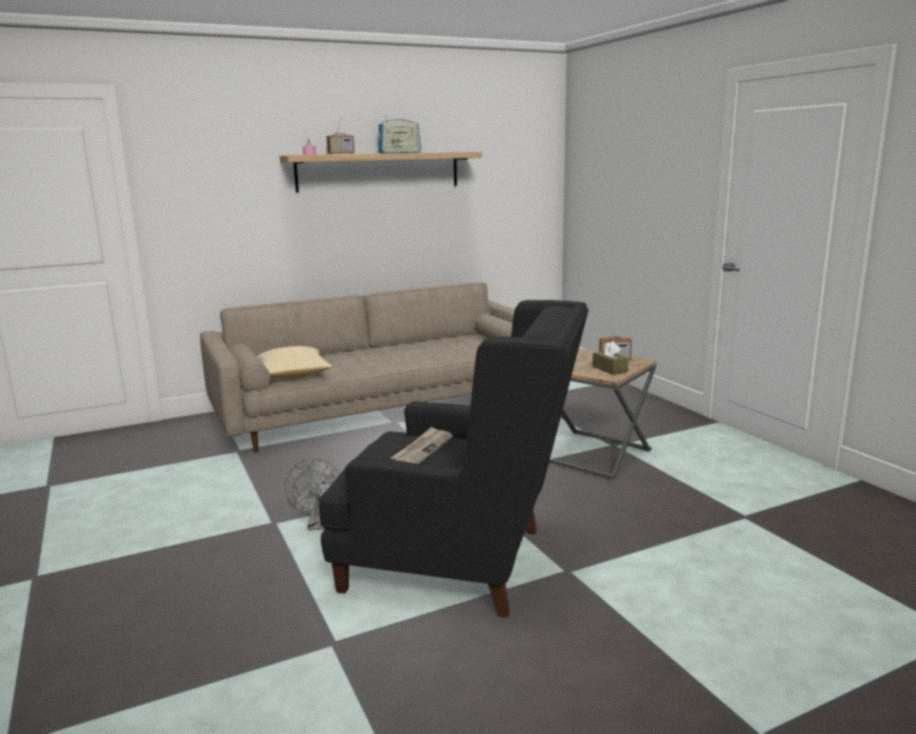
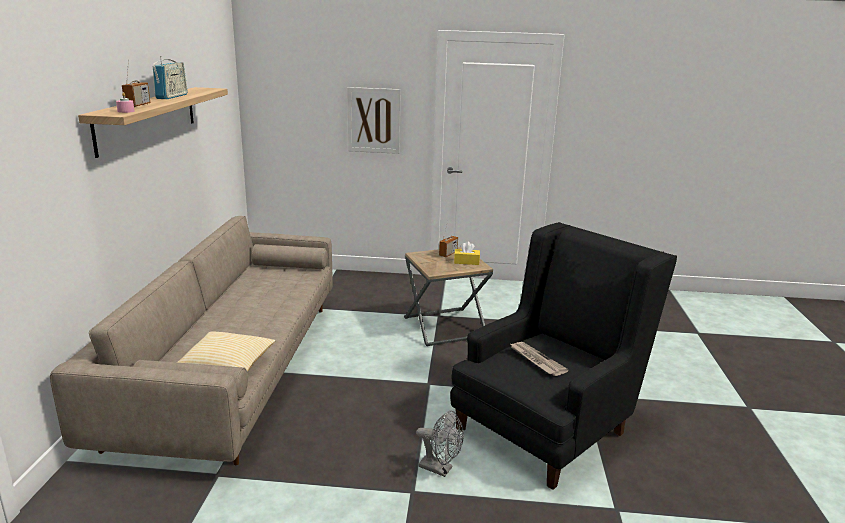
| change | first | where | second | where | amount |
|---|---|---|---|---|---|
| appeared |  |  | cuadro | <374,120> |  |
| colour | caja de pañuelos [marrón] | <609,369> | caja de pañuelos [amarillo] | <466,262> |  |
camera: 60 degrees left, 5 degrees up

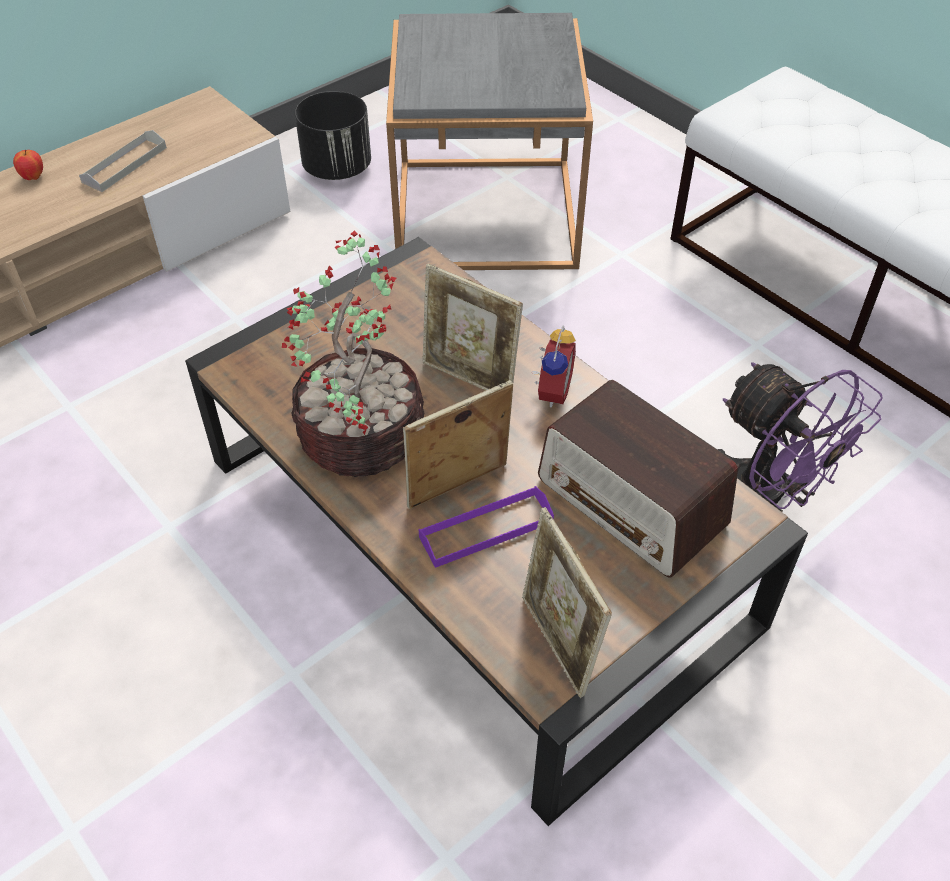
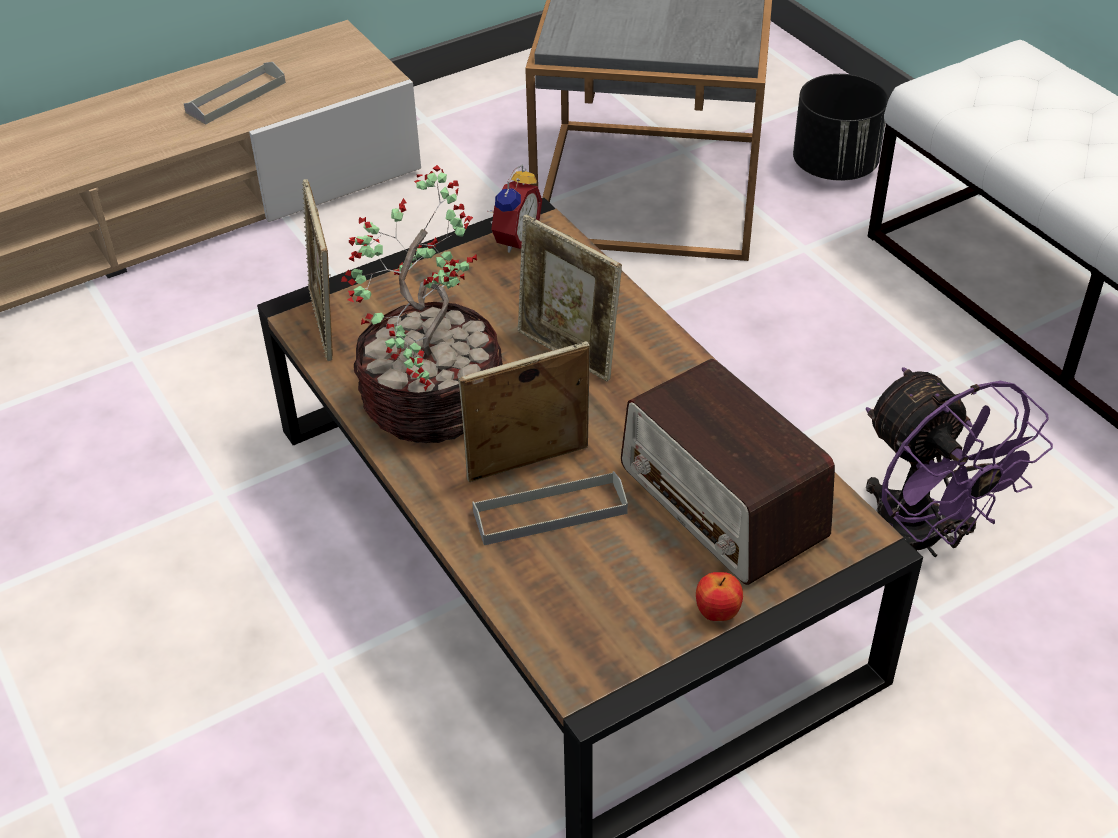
| change | first | where | second | where | amount |
|---|---|---|---|---|---|
| relocated | manzana | <33,177> |  | <717,613> |  |
| relocated | maceta [negro] | <337,168> |  | <834,166> |  |
| relocated | portarretratos | <558,644> |  | <326,324> |  |
| relocated | despertador | <550,392> |  | <513,239> |  |
| colour | bandeja [morado] | <486,529> | bandeja [gris] | <550,512> |  |
camera: 10 degrees right, 5 degrees down

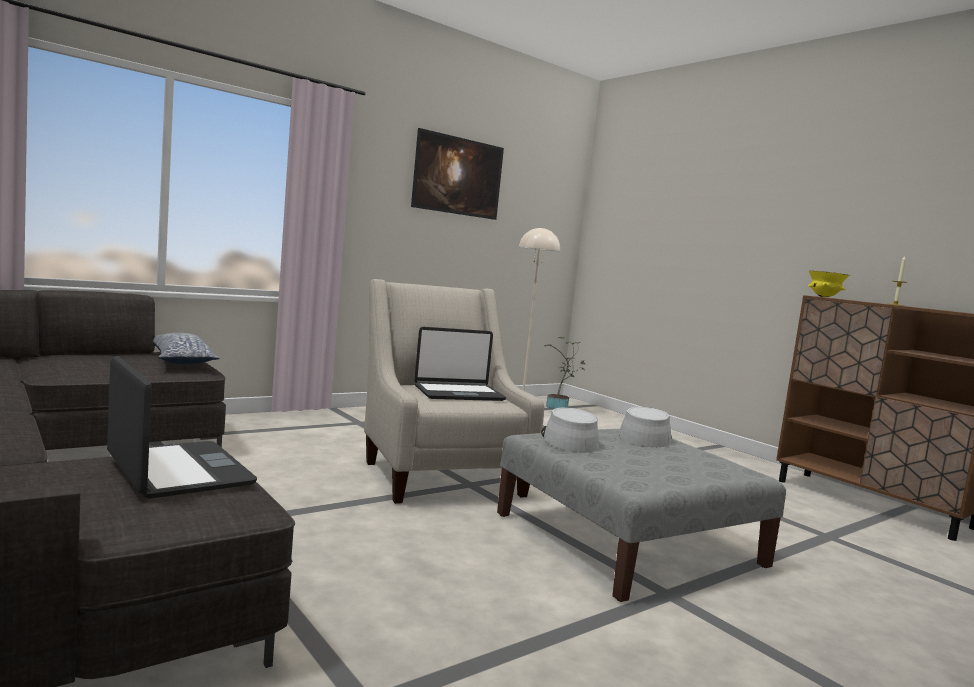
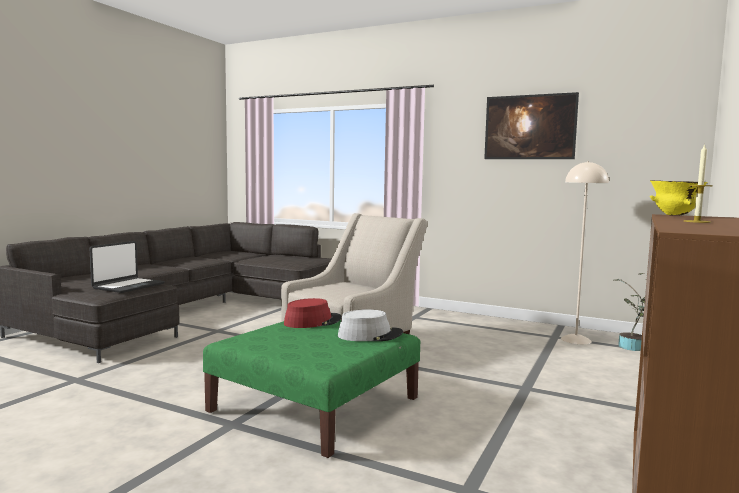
| change | first | where | second | where | amount |
|---|---|---|---|---|---|
| missing | cojín | <180,360> |  |  |  |
| missing | portátil | <458,393> |  |  |  |
| colour | puf [gris] | <629,540> | puf [verde] | <315,405> |  |
| colour | sombrero [gris] | <568,440> | sombrero [rojo] | <312,321> |  |
camera: 65 degrees right, 0 degrees up

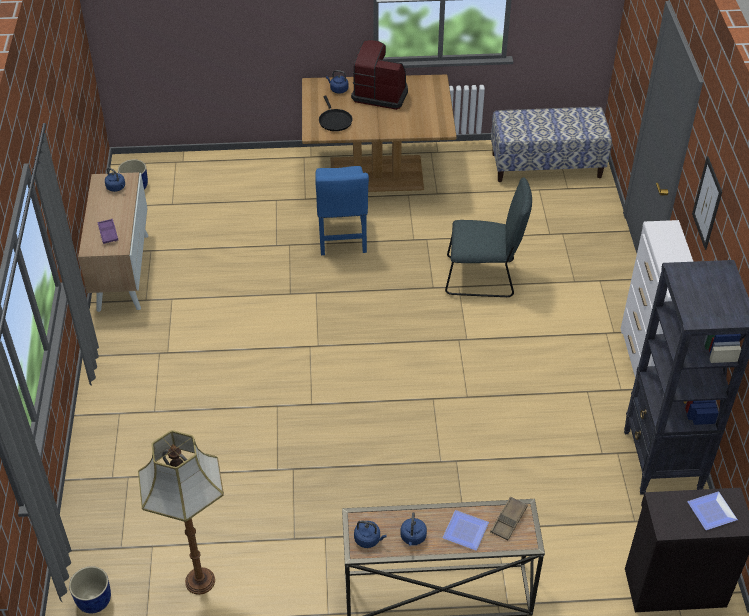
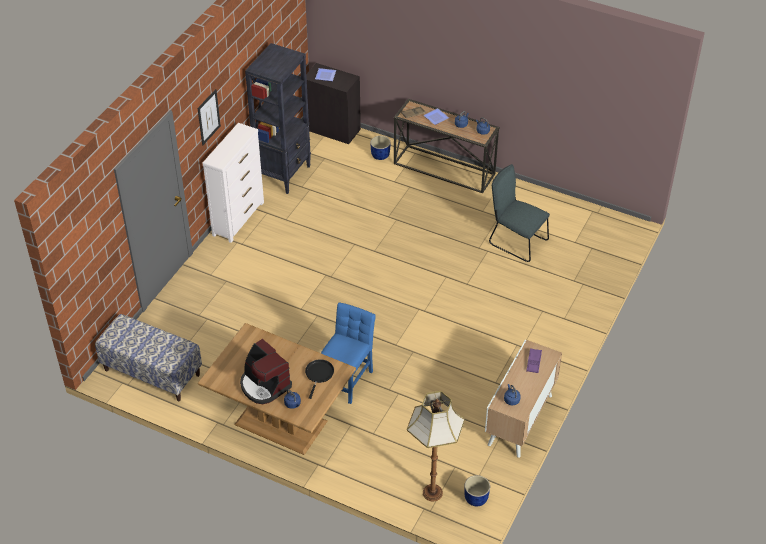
| change | first | where | second | where | amount |
|---|---|---|---|---|---|
| relocated | maceta [azul] | <94,600> |  | <380,155> |  |
| relocated | lámpara de pie | <200,580> |  | <432,493> |  |
| relocated | silla [gris] | <483,278> |  | <515,241> |  |
camera: 150 degrees left, 0 degrees up

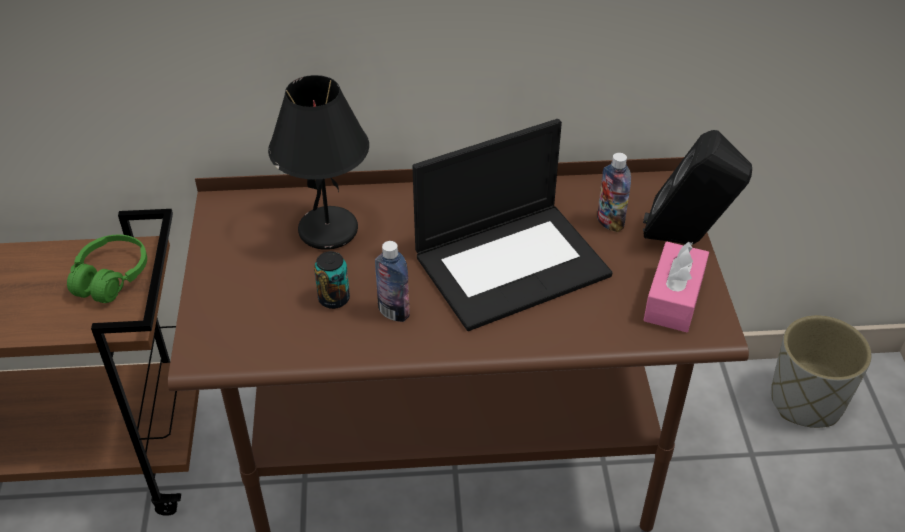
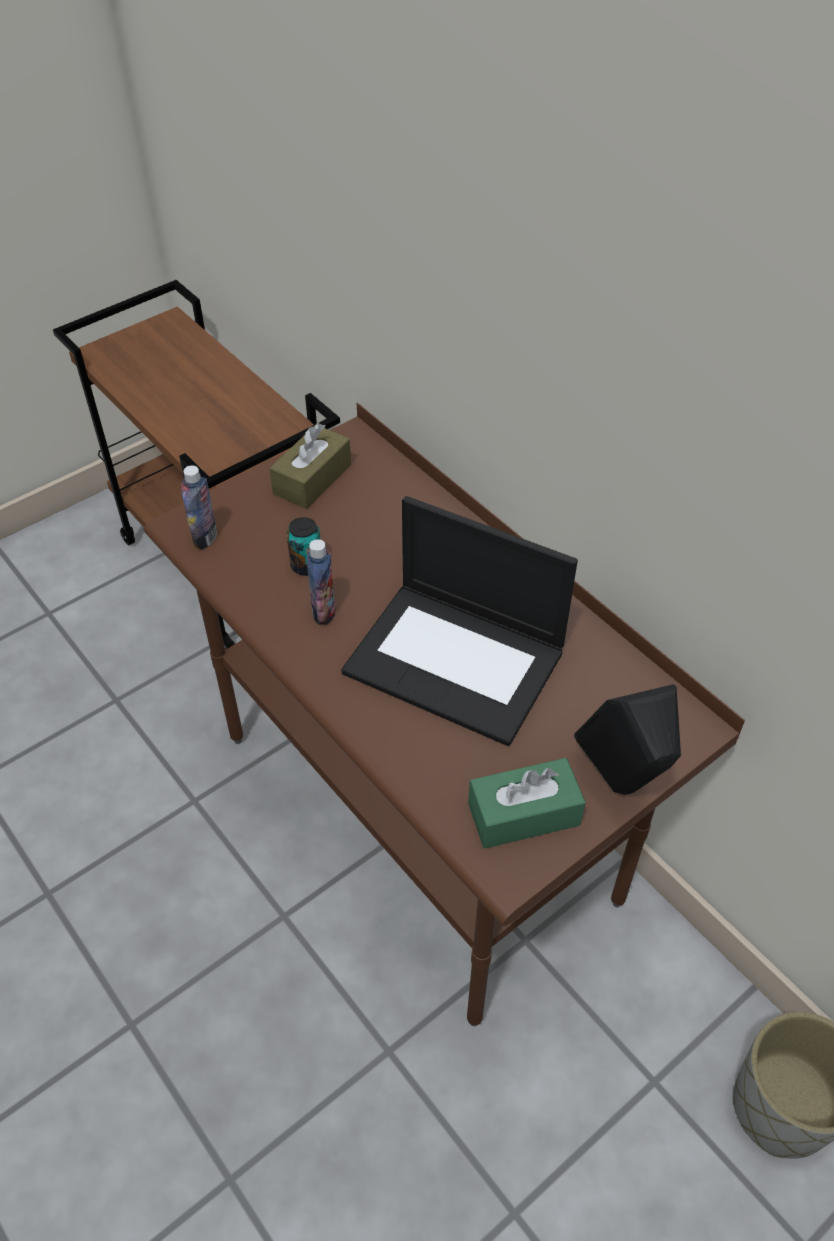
| change | first | where | second | where | amount |
|---|---|---|---|---|---|
| missing | auriculares [verde] | <111,277> |  |  |  |
| missing | lámpara de mesa [negro] | <328,230> |  |  |  |
| appeared |  |  | caja de pañuelos [marrón] | <312,479> |  |
| relocated | botella | <610,222> |  | <205,538> |  |
| colour | caja de pañuelos [rosa] | <673,298> | caja de pañuelos [verde] | <523,814> |  |
camera: 55 degrees right, 5 degrees up

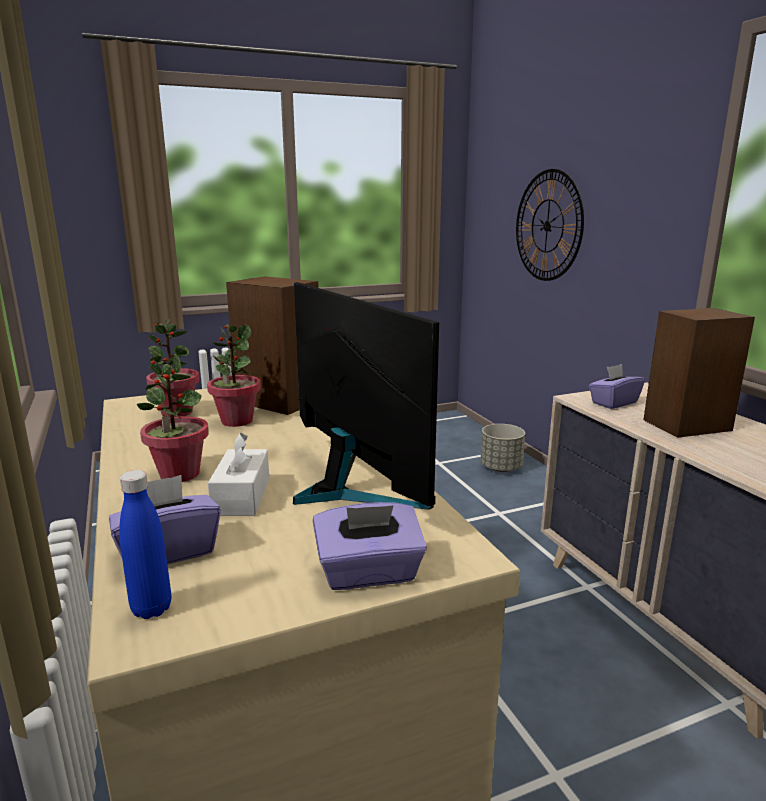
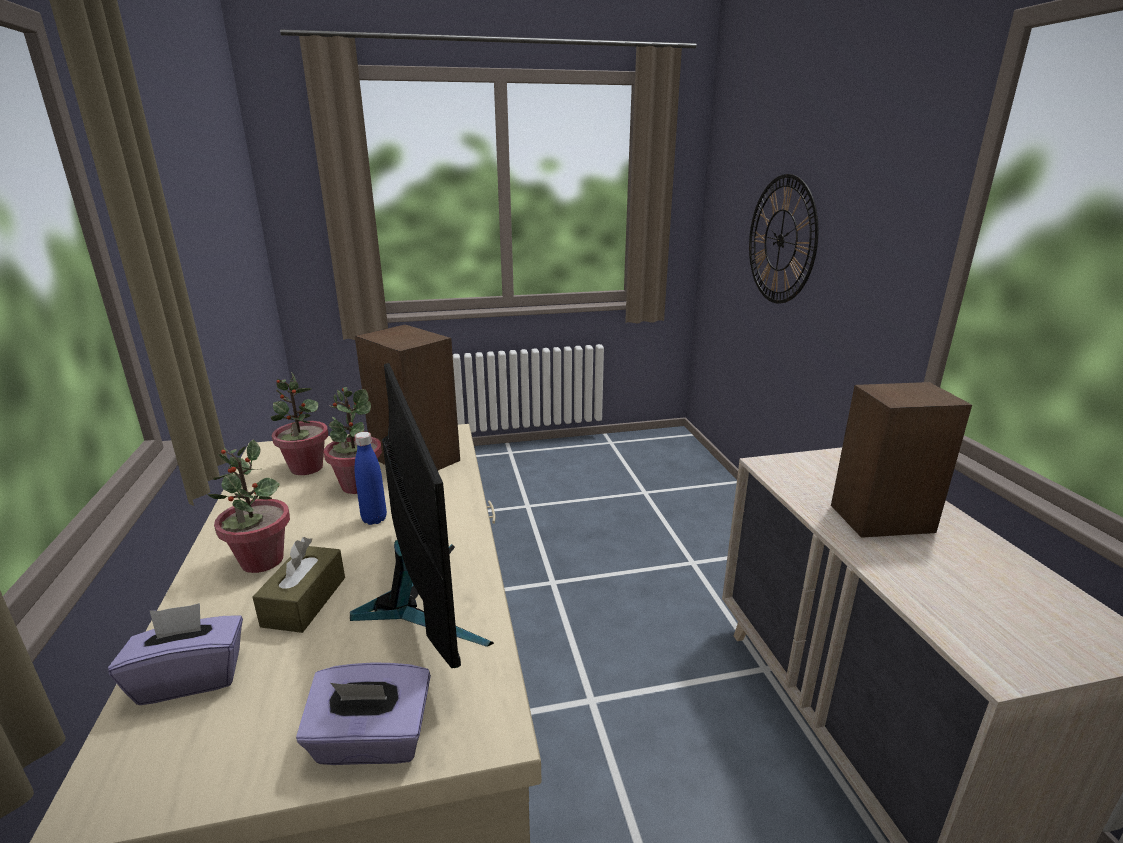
| change | first | where | second | where | amount |
|---|---|---|---|---|---|
| missing | maceta [gris] | <501,468> |  |  |  |
| missing | caja de pañuelos [morado] | <613,403> |  |  |  |
| relocated | botella [azul] | <151,609> |  | <374,519> |  |
| colour | caja de pañuelos [blanco] | <241,496> | caja de pañuelos [marrón] | <304,601> |  |
camera: 10 degrees right, 5 degrees up

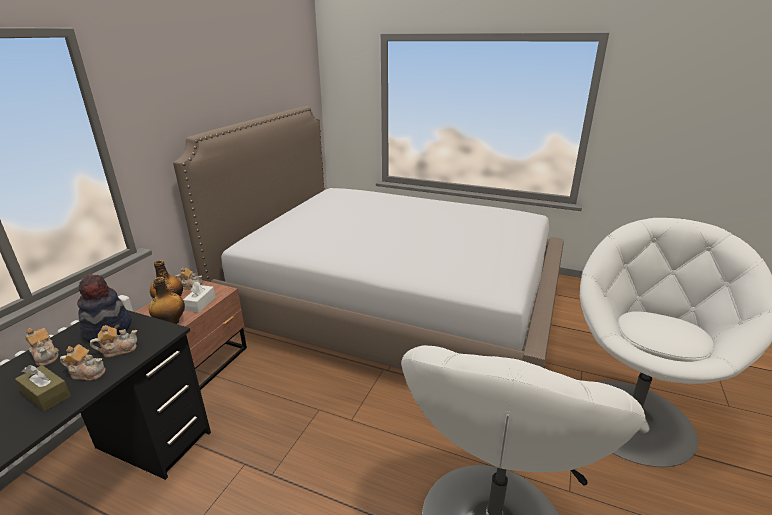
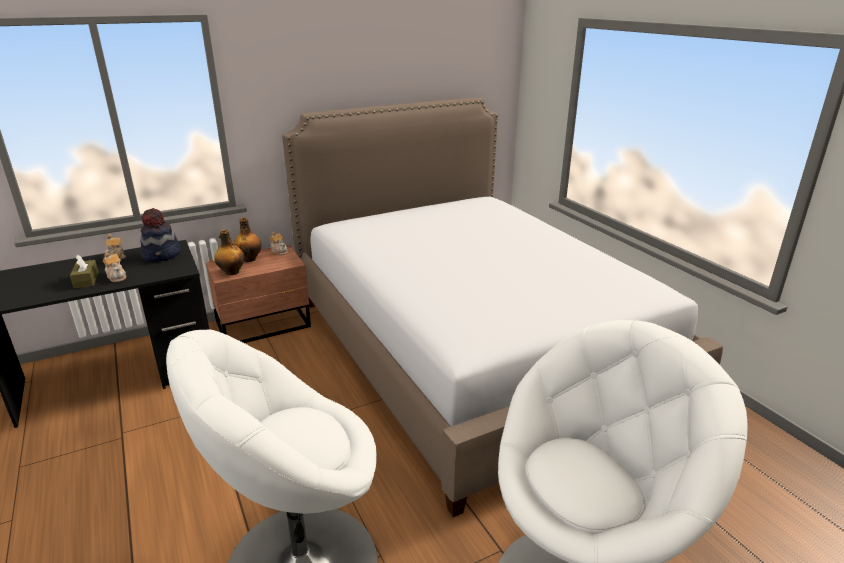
| change | first | where | second | where | amount |
|---|---|---|---|---|---|
| missing | tetera | <118,350> |  |  |  |
| missing | caja de pañuelos [blanco] | <200,303> |  |  |  |
camera: 40 degrees right, 0 degrees up

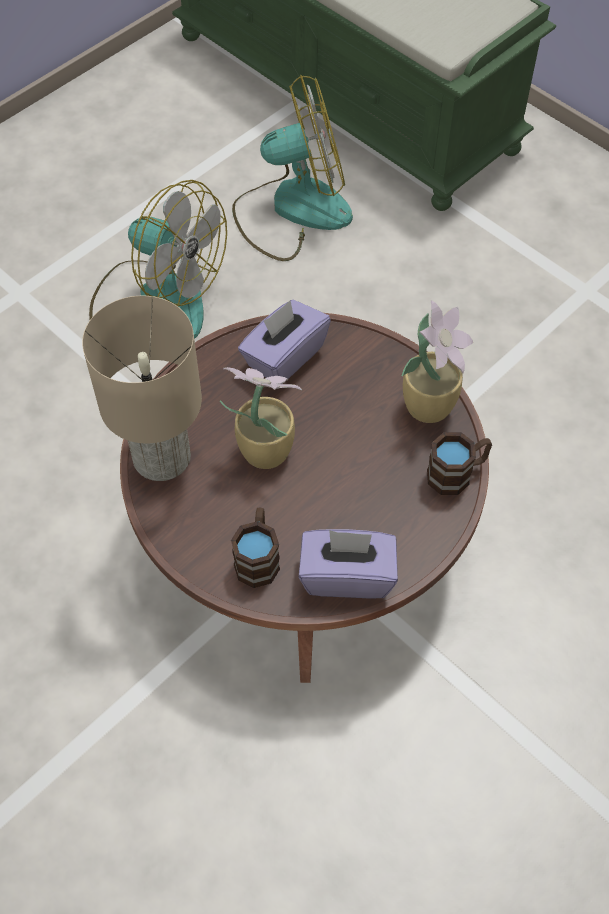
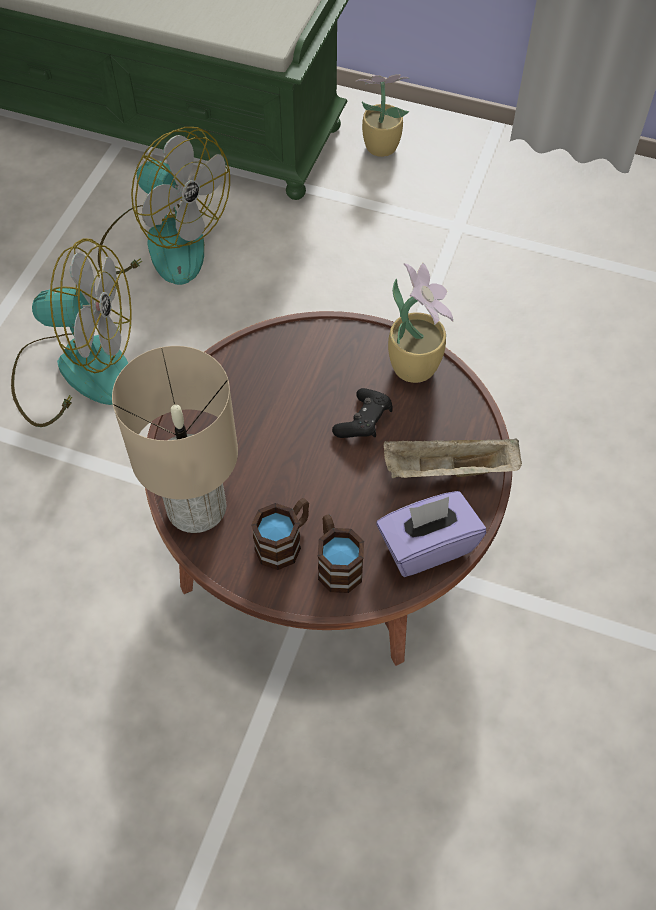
| change | first | where | second | where | amount |
|---|---|---|---|---|---|
| missing | caja de pañuelos [morado] | <284,356> |  |  |  |
| appeared |  |  | mando de consola [negro] | <364,422> |  |
| appeared |  |  | bandeja [beis] | <448,471> |  |
| relocated | planta en maceta | <263,449> |  | <379,147> |  |
| relocated | taza grande [marrón] | <457,473> |  | <285,542> |  |
| spun | ventilador | <292,209> |  | <163,242> | 75 degrees clockwise |
camera: 25 degrees left, 0 degrees up

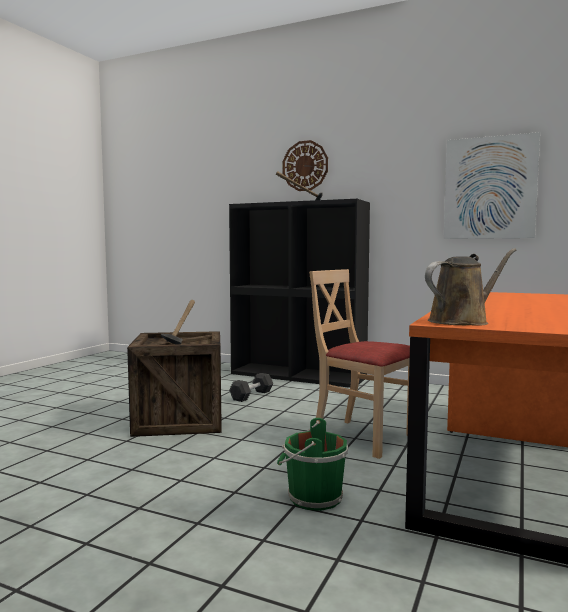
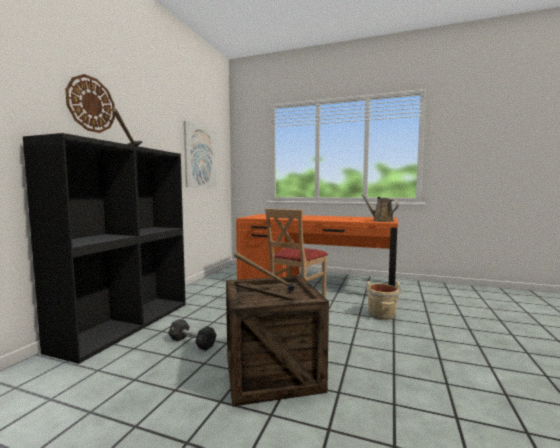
| change | first | where | second | where | amount |
|---|---|---|---|---|---|
| colour | cubo [verde] | <312,498> | cubo [beis] | <382,315> |  |
camera: 95 degrees left, 0 degrees up

